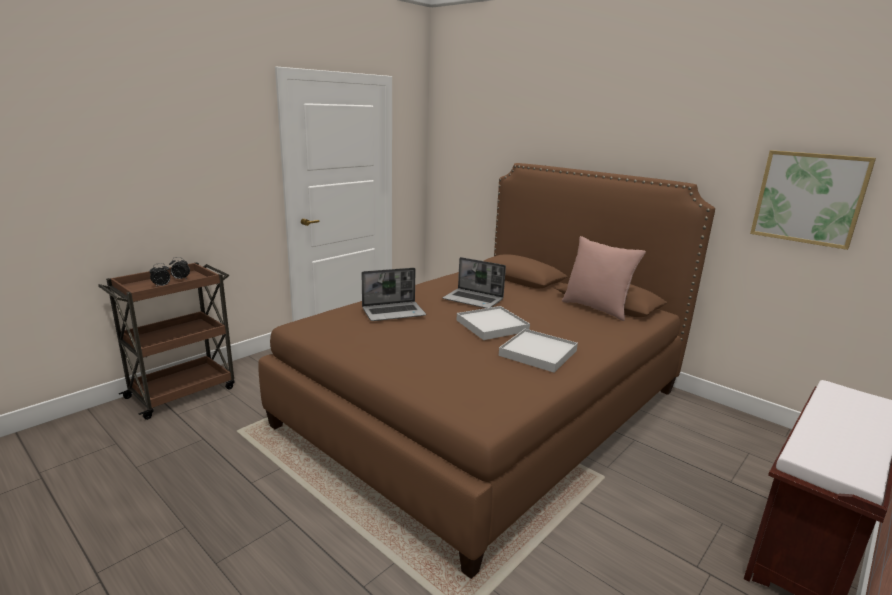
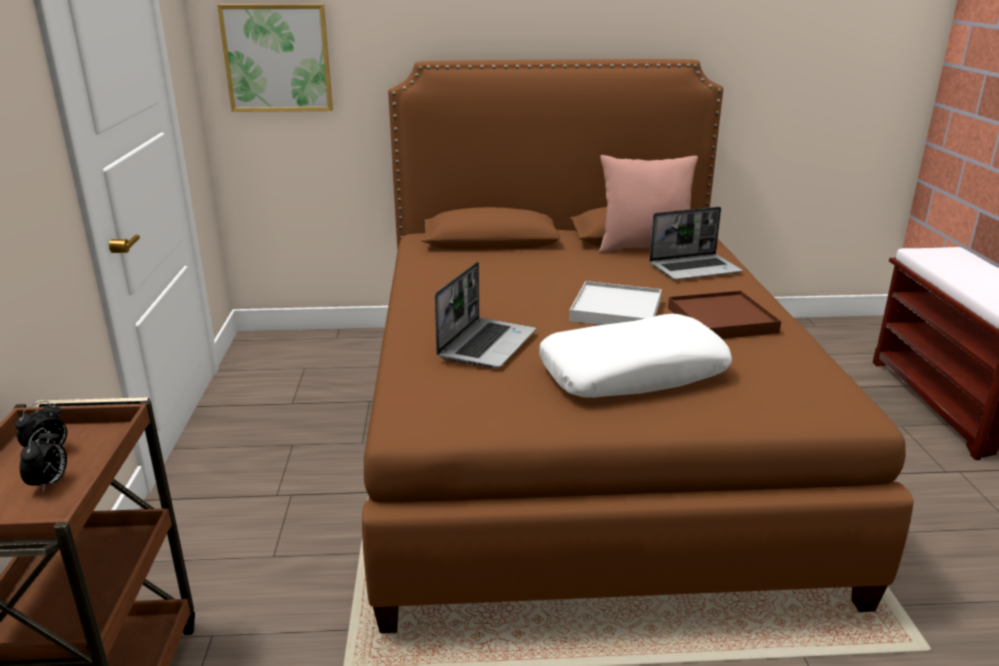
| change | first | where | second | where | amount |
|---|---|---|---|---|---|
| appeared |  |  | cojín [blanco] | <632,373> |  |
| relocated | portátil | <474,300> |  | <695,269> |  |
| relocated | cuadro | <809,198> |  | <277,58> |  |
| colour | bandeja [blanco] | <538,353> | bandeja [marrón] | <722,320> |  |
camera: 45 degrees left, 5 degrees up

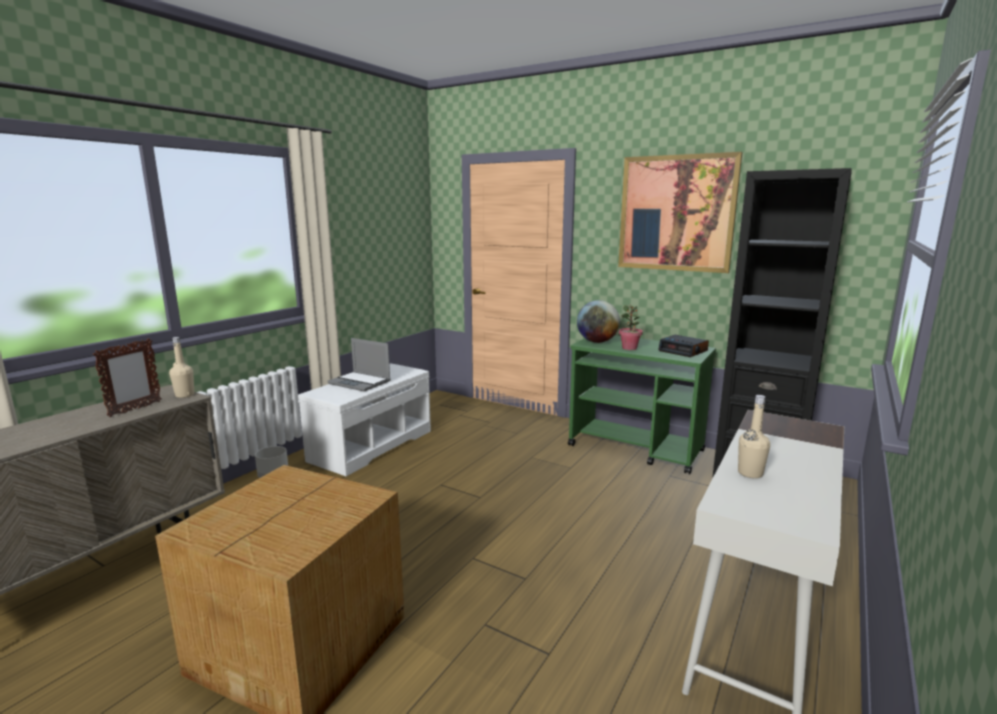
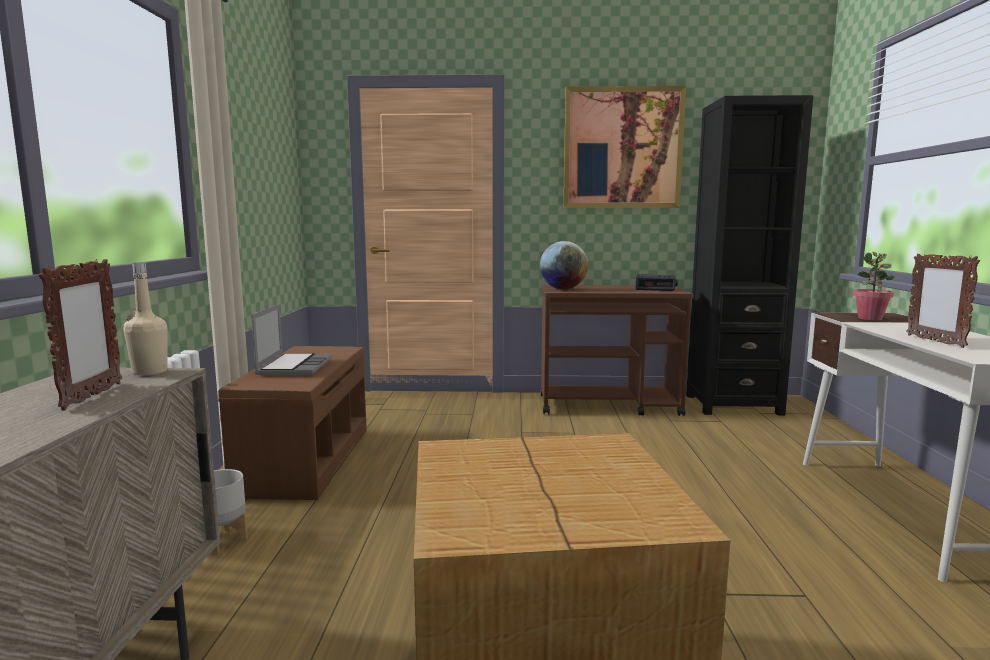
| change | first | where | second | where | amount |
|---|---|---|---|---|---|
| relocated | planta en maceta | <629,348> |  | <870,318> |  |
| exchanged | botella [beis] | <750,473> | portarretratos | <934,341> |  |
| colour | banco [blanco] | <371,445> | banco [marrón] | <305,459> |  |
| colour | carrito [verde] | <636,448> | carrito [marrón] | <609,405> |  |
| spun | portátil | <360,382> |  | <294,366> | 90 degrees counterclockwise |
camera: 30 degrees left, 5 degrees down

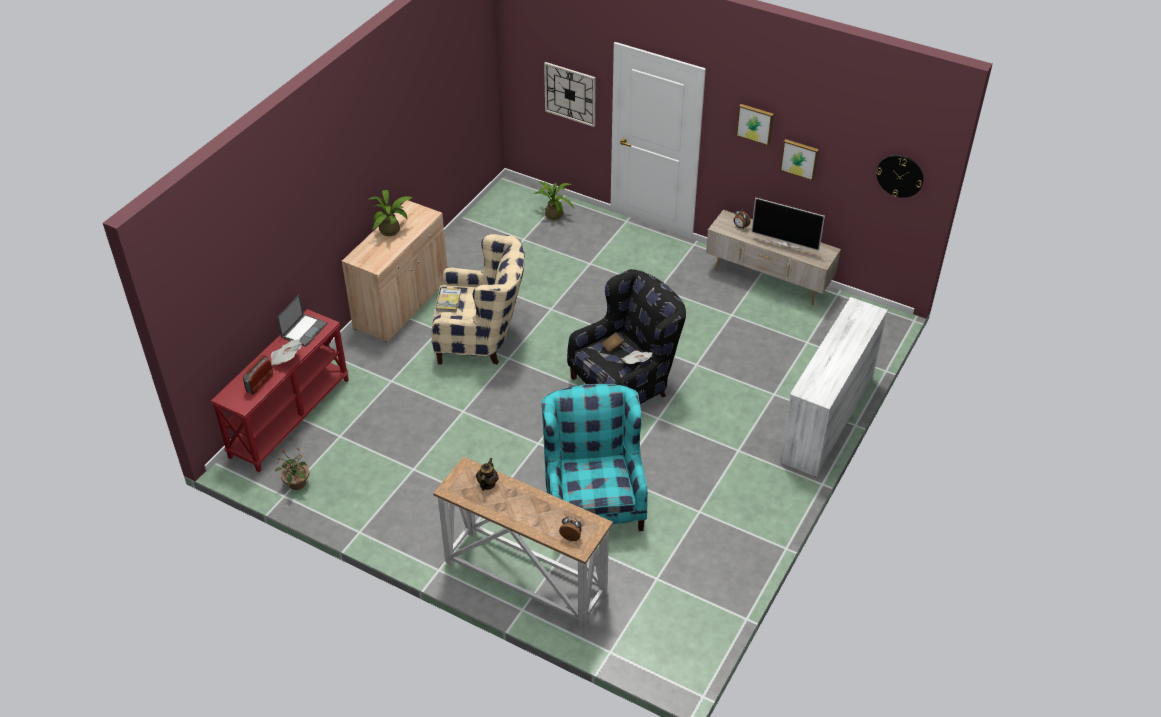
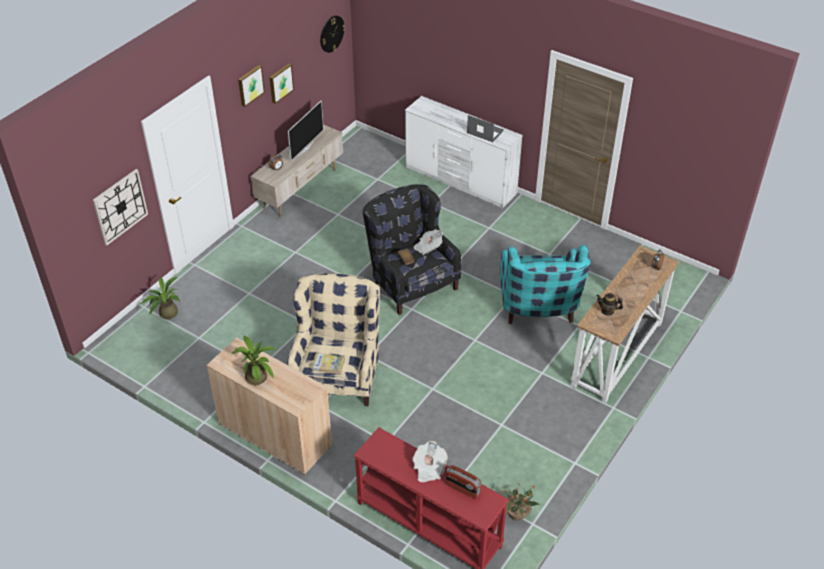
| change | first | where | second | where | amount |
|---|---|---|---|---|---|
| relocated | portátil | <304,330> |  | <484,132> |  |
| spun | sillón [turquesa] | <593,500> |  | <538,310> | 90 degrees counterclockwise |
camera: 85 degrees left, 0 degrees up

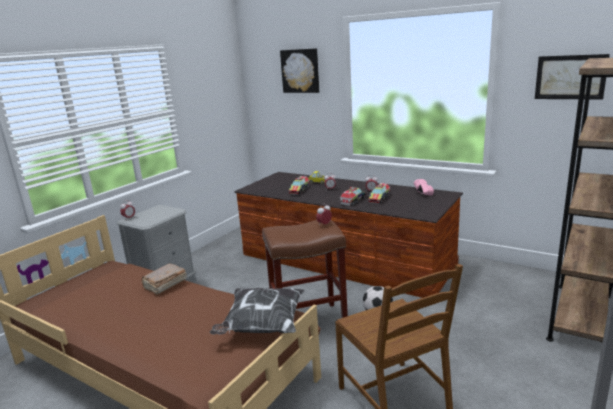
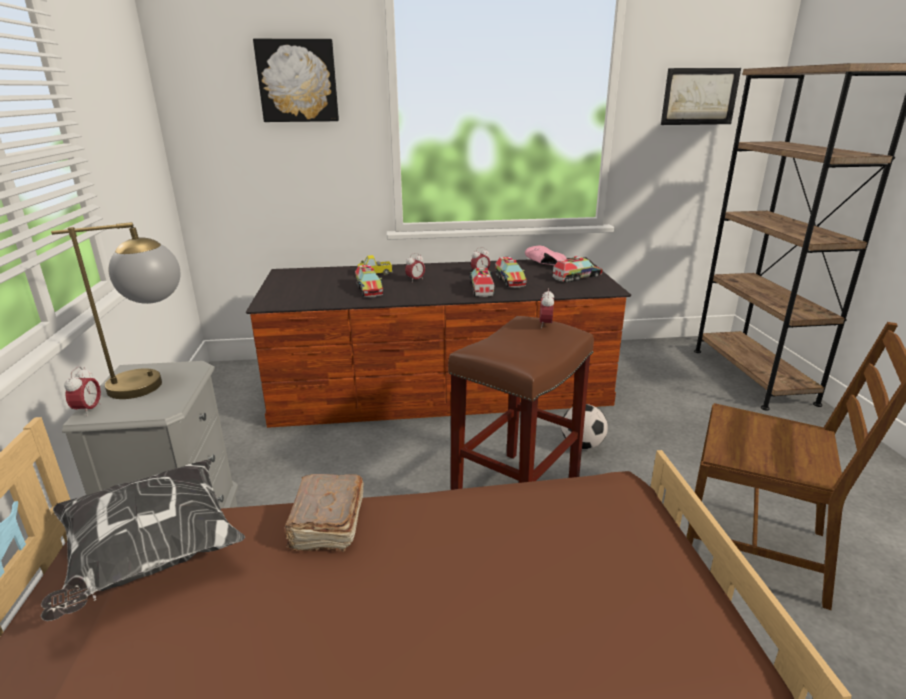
| change | first | where | second | where | amount |
|---|---|---|---|---|---|
| appeared |  |  | lámpara de mesa | <155,382> |  |
| appeared |  |  | camión de juguete | <577,277> |  |
| relocated | cojín | <262,326> |  | <150,557> |  |
camera: 40 degrees left, 5 degrees up

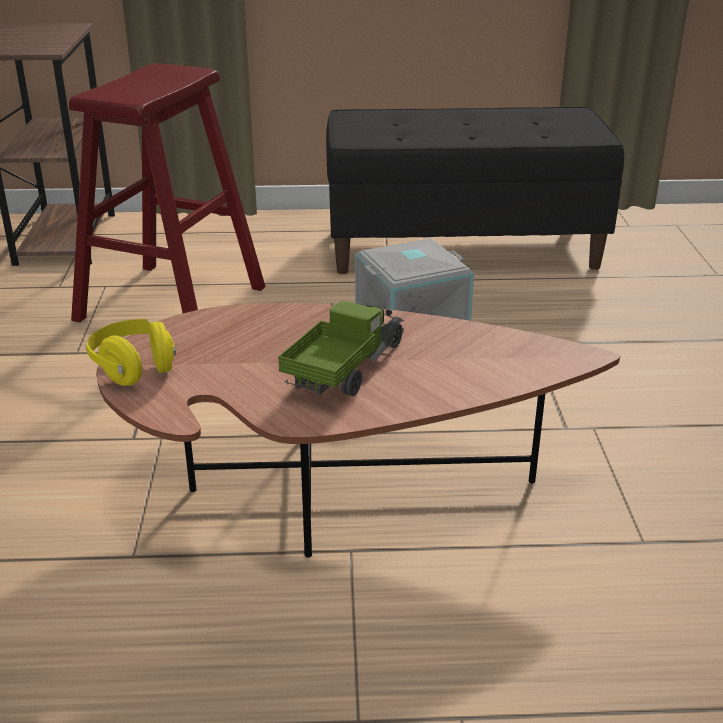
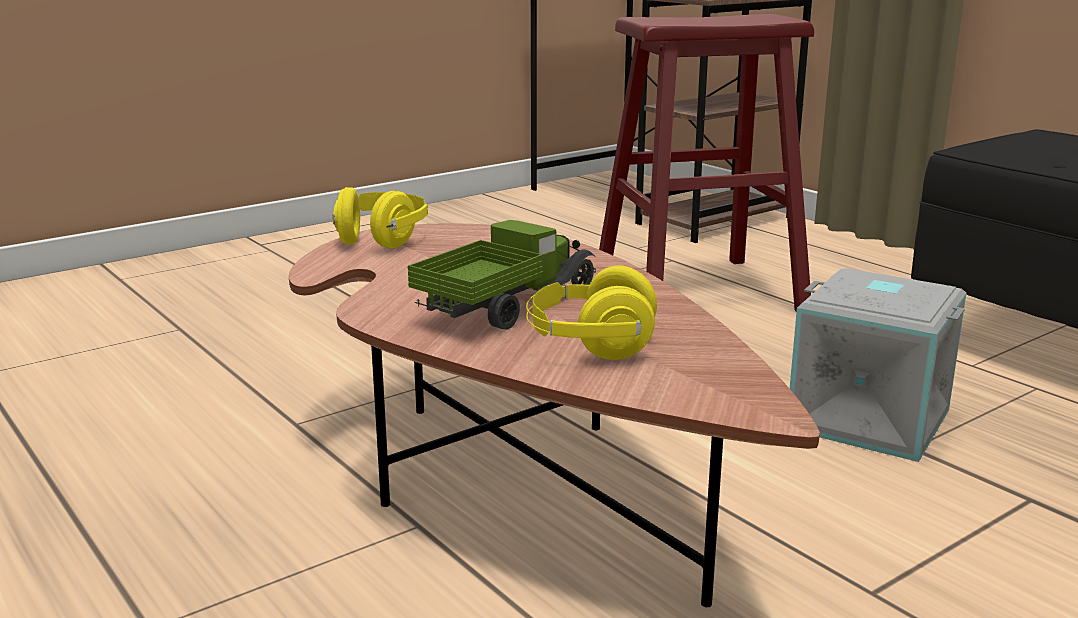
| change | first | where | second | where | amount |
|---|---|---|---|---|---|
| appeared |  |  | auriculares [amarillo] | <590,345> |  |
| spun | camión de juguete | <345,369> |  | <507,305> | 45 degrees counterclockwise |
camera: 55 degrees right, 10 degrees down

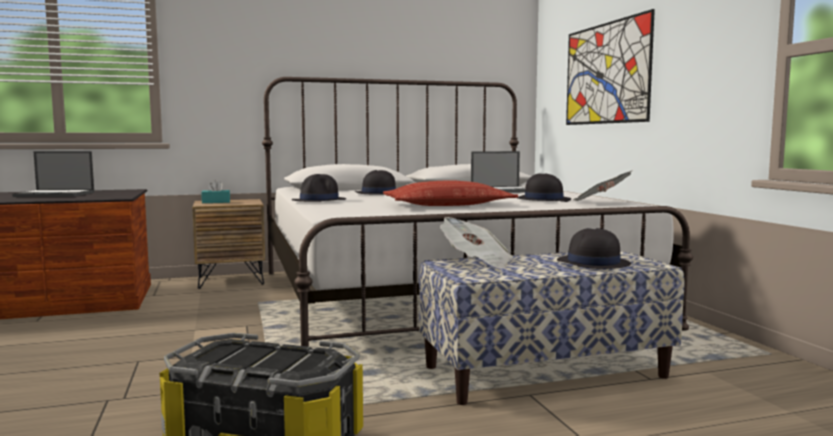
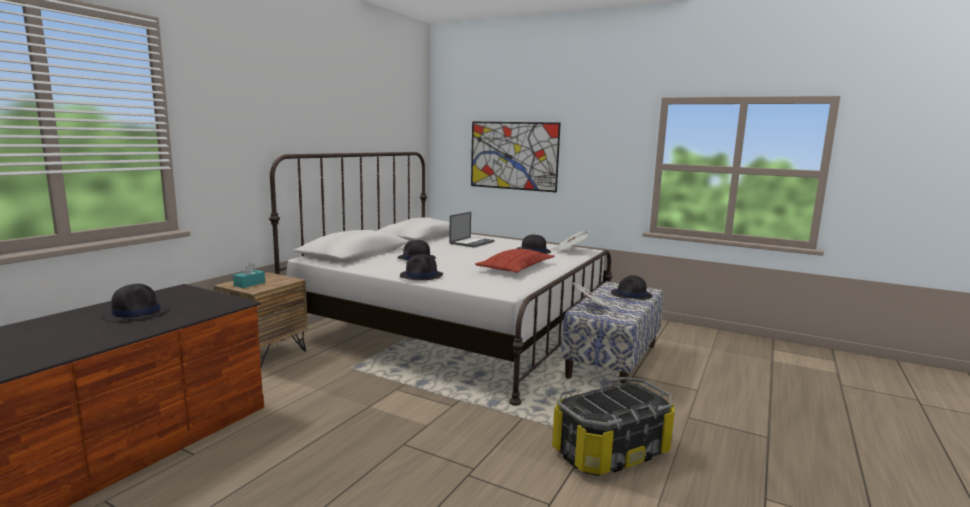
| change | first | where | second | where | amount |
|---|---|---|---|---|---|
| exchanged | portátil | <56,194> | sombrero [negro] | <137,312> |  |
camera: 45 degrees left, 5 degrees up

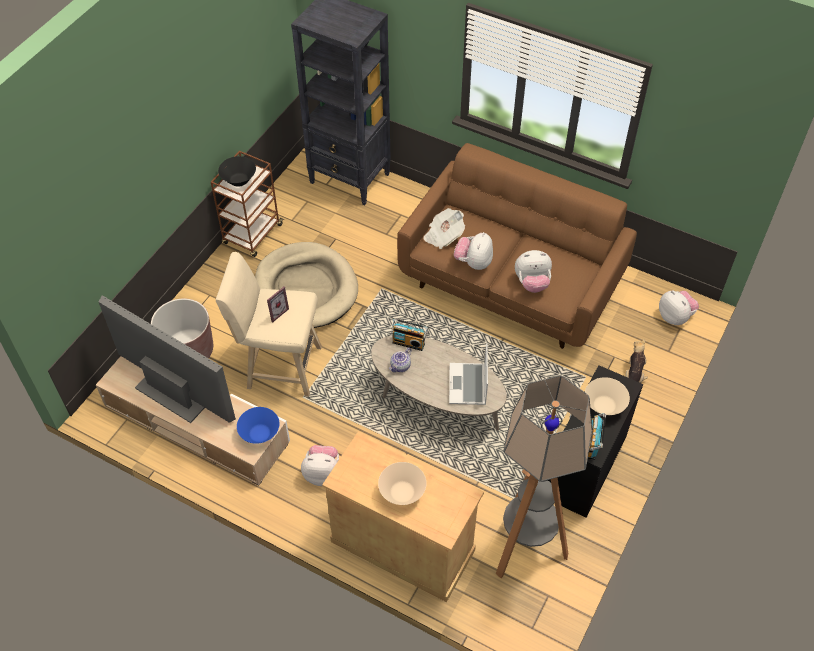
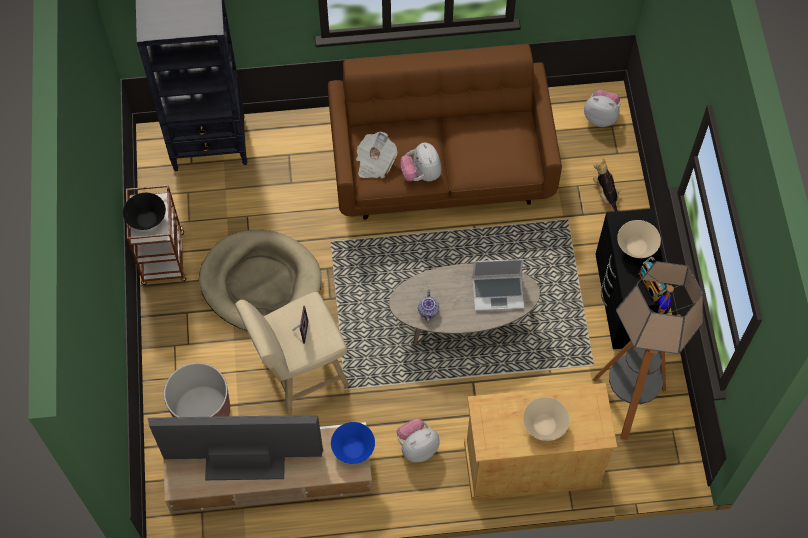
| change | first | where | second | where | amount |
|---|---|---|---|---|---|
| missing | radio | <409,342> |  |  |  |
| missing | peluche | <532,283> |  |  |  |
| spun | portátil | <468,385> |  | <498,292> | 60 degrees counterclockwise |
camera: 35 degrees left, 10 degrees up

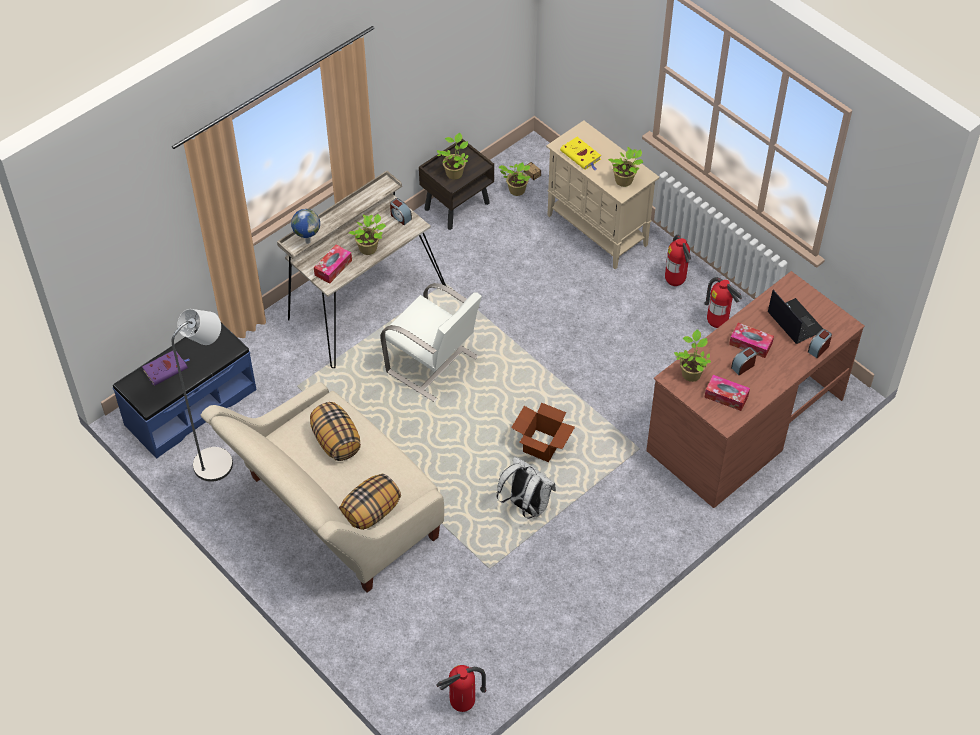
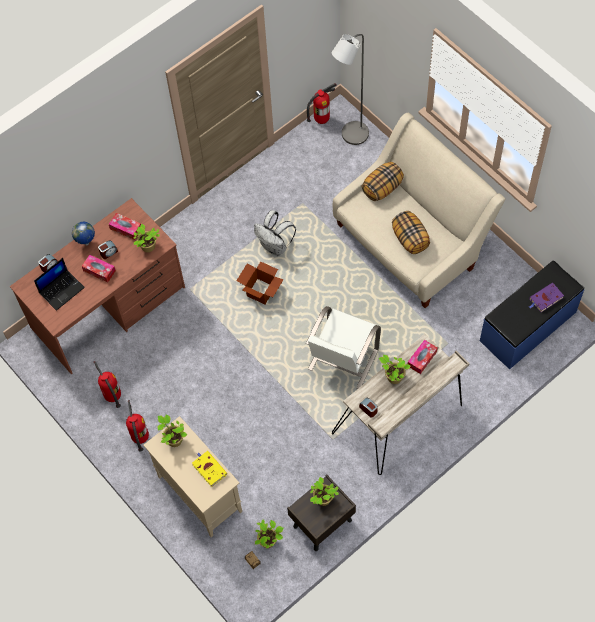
| change | first | where | second | where | amount |
|---|---|---|---|---|---|
| relocated | lámpara de pie [gris] | <219,460> |  | <351,136> |  |
| relocated | globo terráqueo | <307,241> |  | <87,244> |  |
| spun | silla [blanco] | <433,365> |  | <342,360> | 105 degrees counterclockwise |
| spun | portátil | <794,321> |  | <62,289> | 105 degrees counterclockwise |
camera: 175 degrees left, 10 degrees up

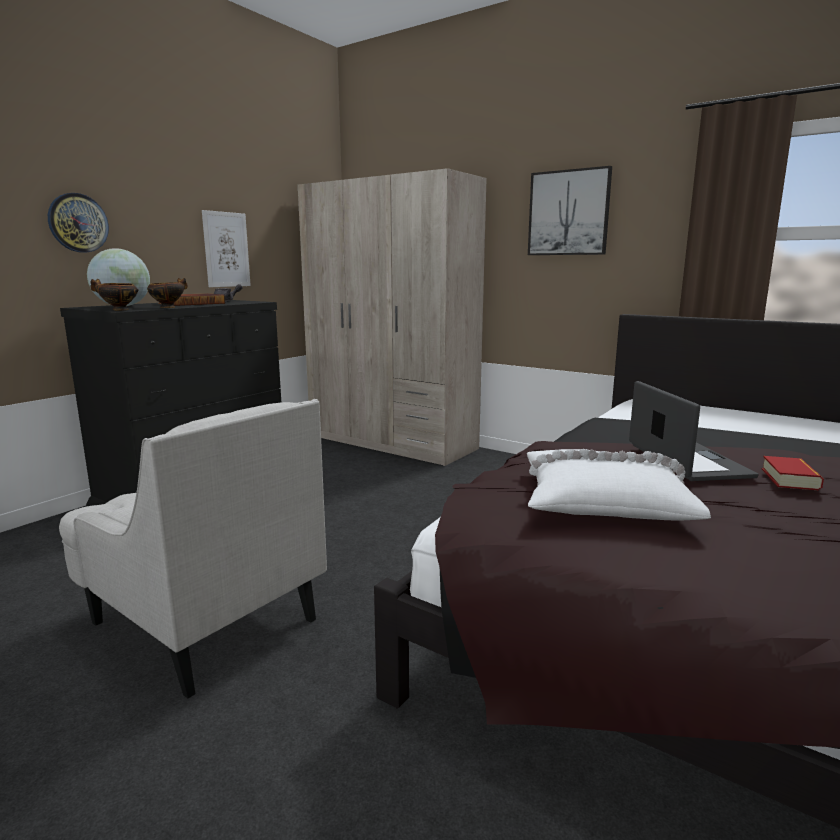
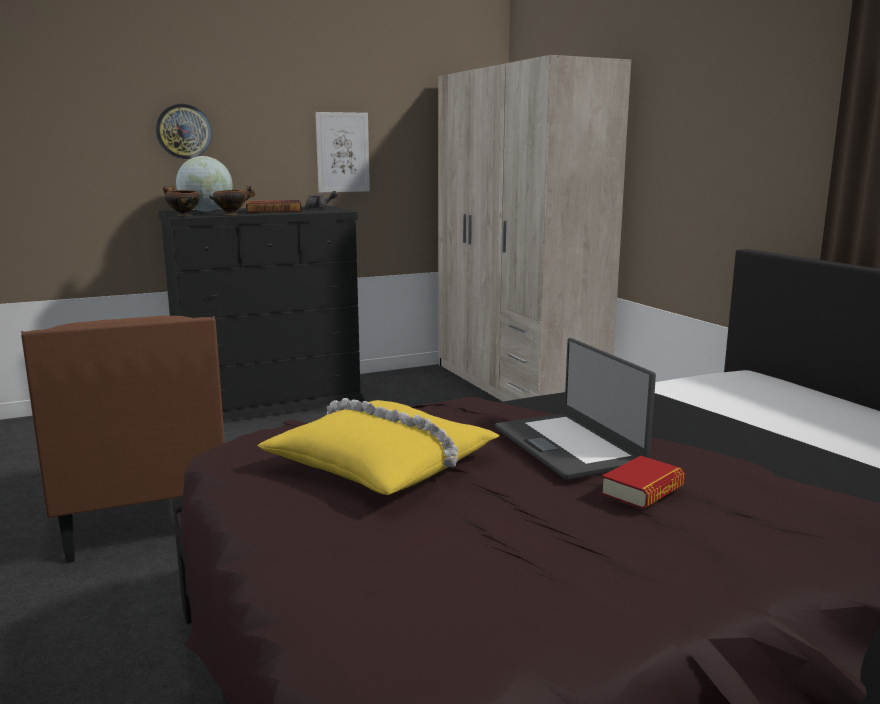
| change | first | where | second | where | amount |
|---|---|---|---|---|---|
| missing | cuadro | <568,213> |  |  |  |
| colour | sillón [blanco] | <202,620> | sillón [marrón] | <142,511> |  |
| colour | cojín [blanco] | <603,500> | cojín [amarillo] | <383,463> |  |
| spun | portátil | <685,460> |  | <569,445> | 135 degrees clockwise |
camera: 30 degrees right, 0 degrees up

